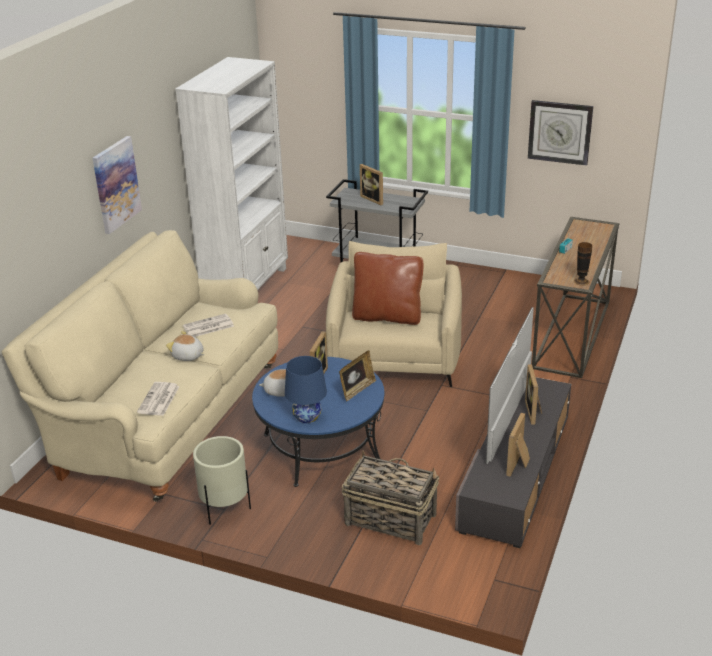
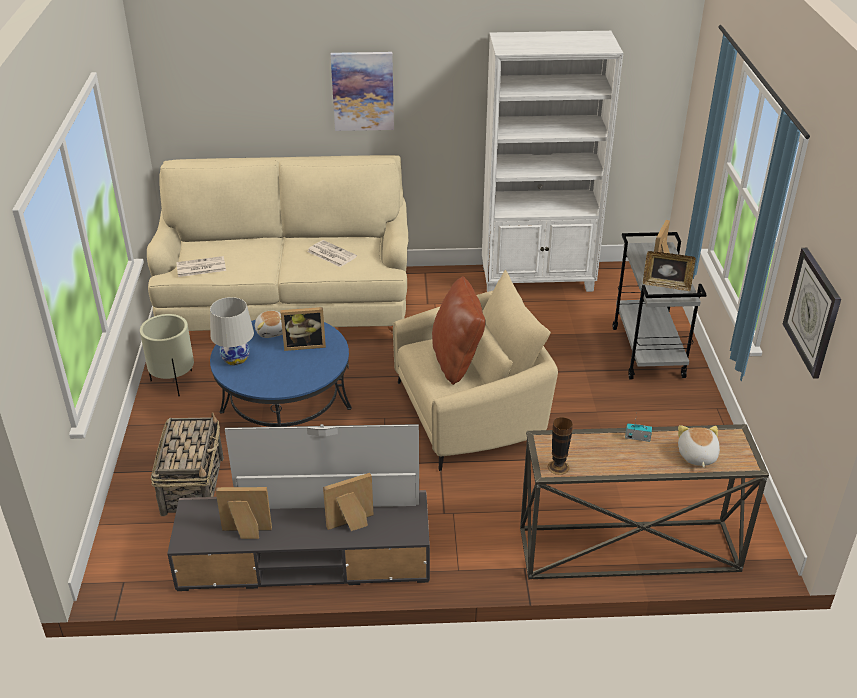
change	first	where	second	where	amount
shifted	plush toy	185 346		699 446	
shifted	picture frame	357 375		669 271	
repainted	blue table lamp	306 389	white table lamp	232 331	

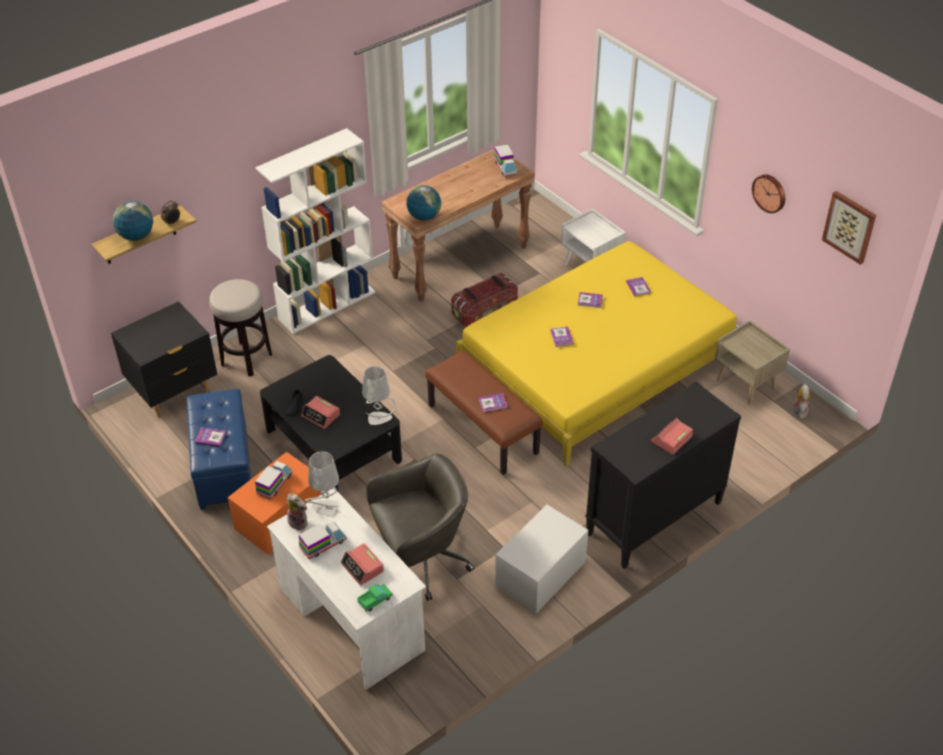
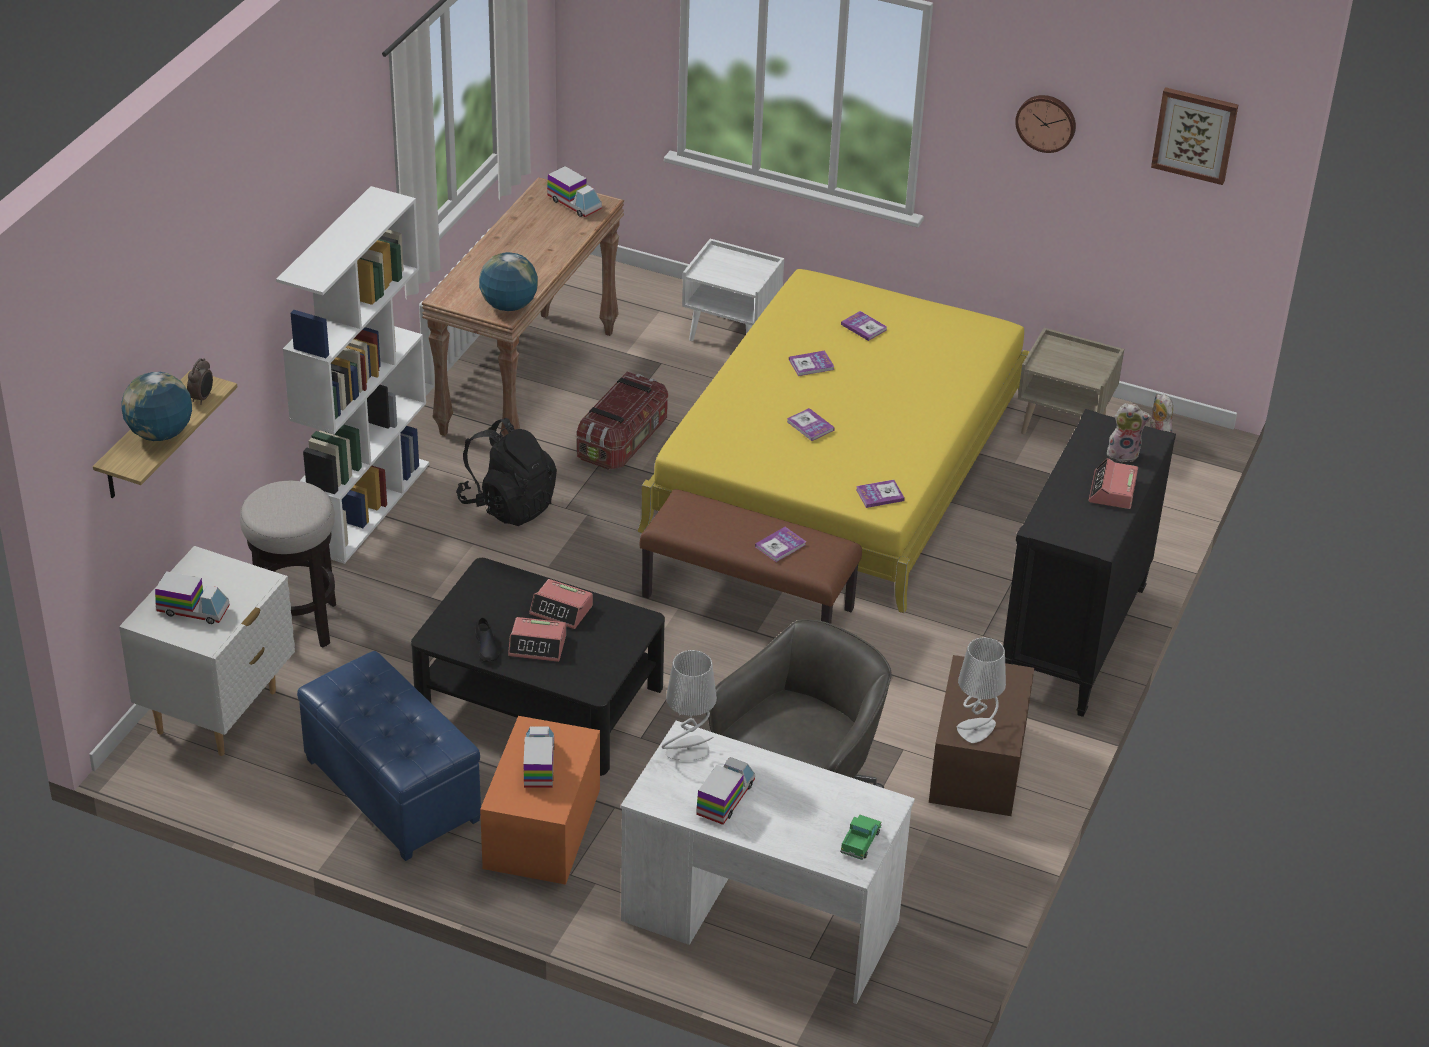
change	first	where	second	where	amount
repainted	black nightstand	164 359	white nightstand	207 651	
shifted	grey table lamp	379 395		981 690	
shifted	book	210 437		880 494	
shifted	plush toy	297 512		1129 432	
repainted	white storage box	541 559	brown storage box	981 735	
shifted	alarm clock	362 564		561 604	
new			black backpack	506 472	
new			toy truck	192 597	

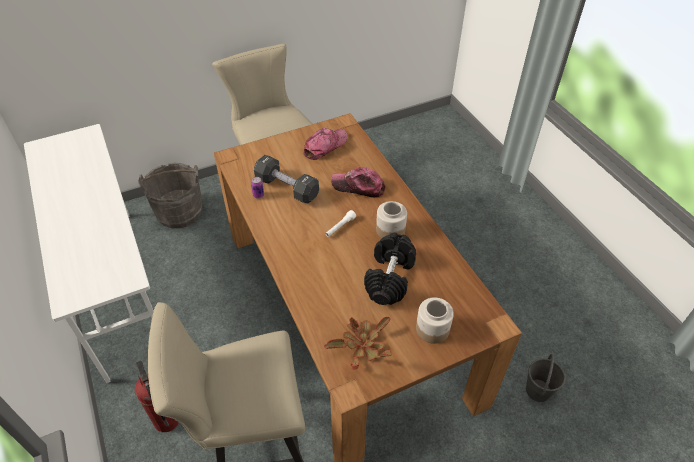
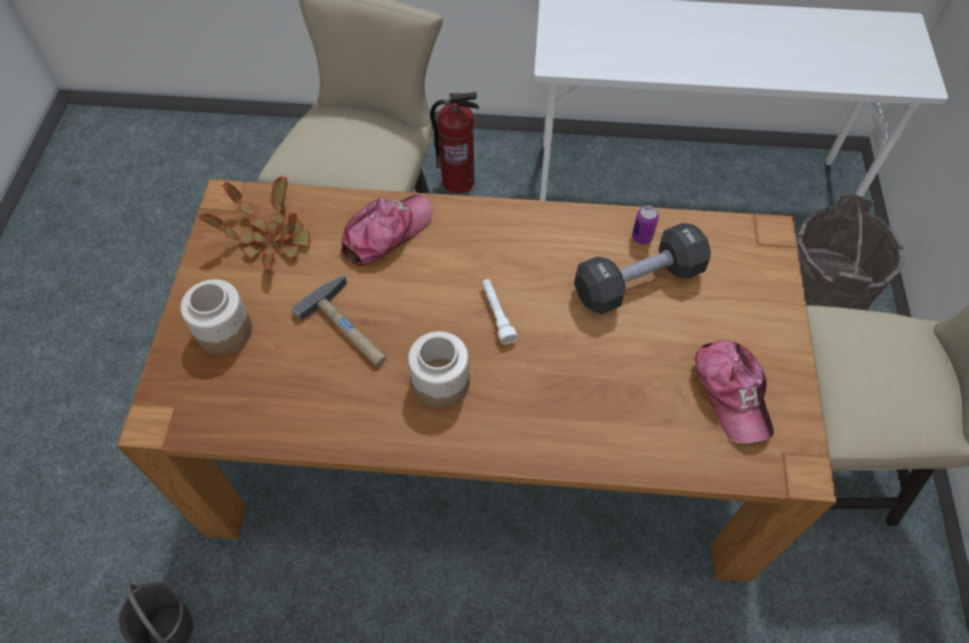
change	first	where	second	where	amount
shifted	cap	358 182		387 230	
swapped	black dumbbell	390 269	hammer	339 320	

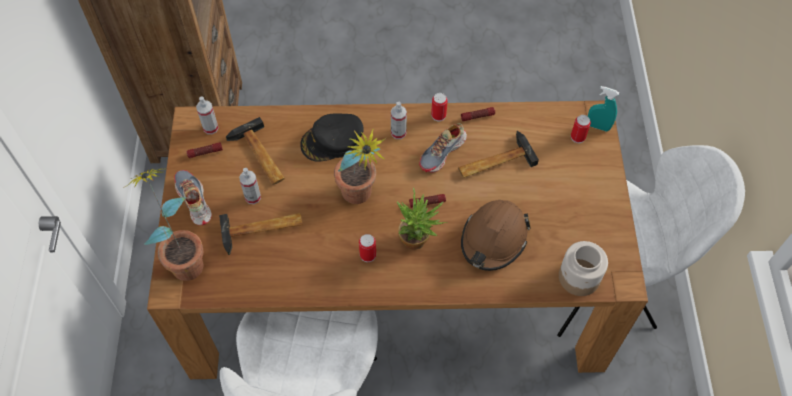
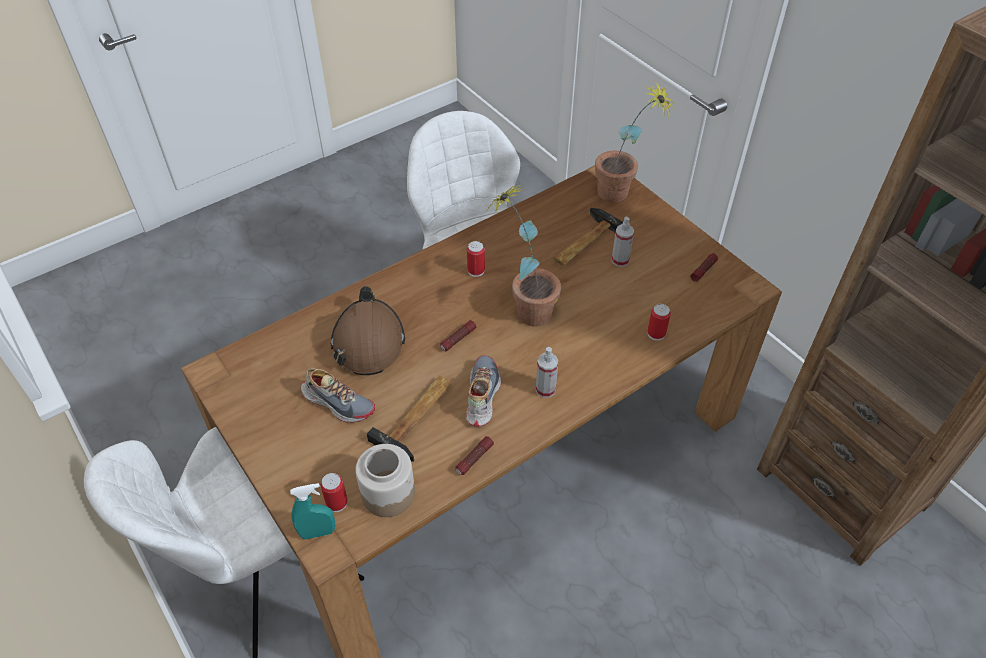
change	first	where	second	where	amount
shifted	can	439 107		659 322	
gone	spray bottle	207 115			
gone	black cap	332 137			
gone	hammer	255 151			
shifted	shoe	193 197		338 396	
gone	potted plant	422 218			
shifted	jar	583 268		385 480	

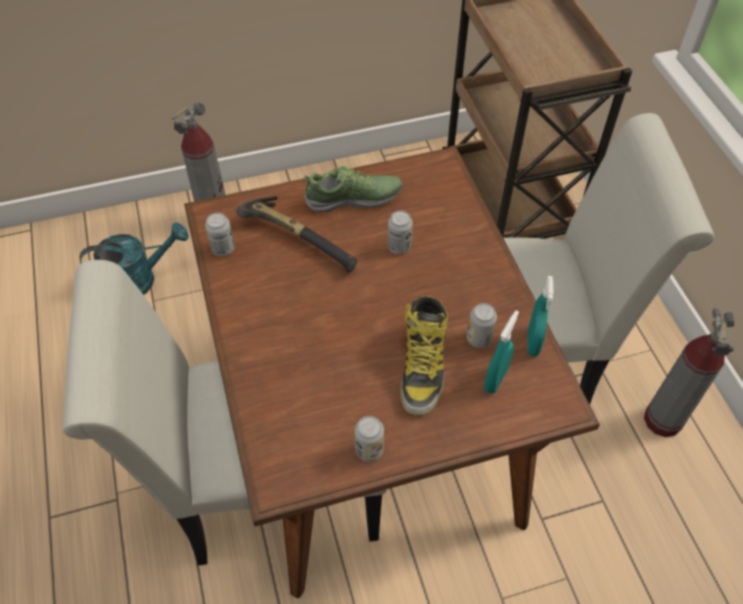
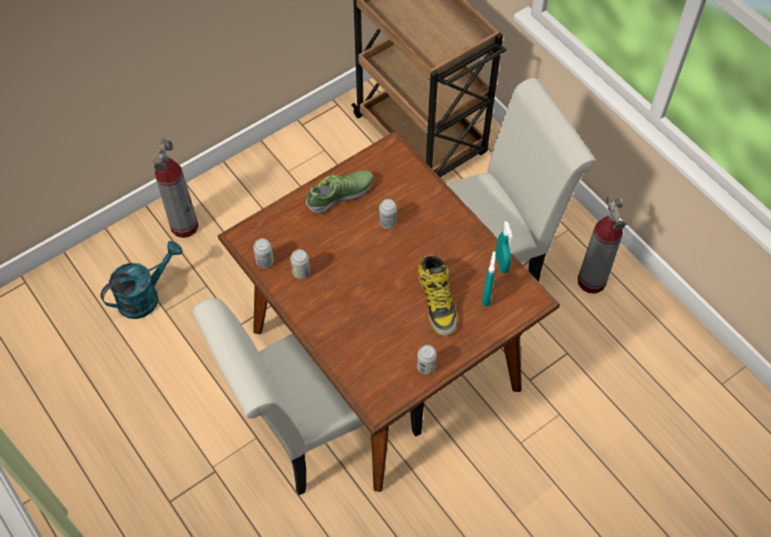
change	first	where	second	where	amount
gone	hammer	296 234			
shifted	can	482 325		300 264	

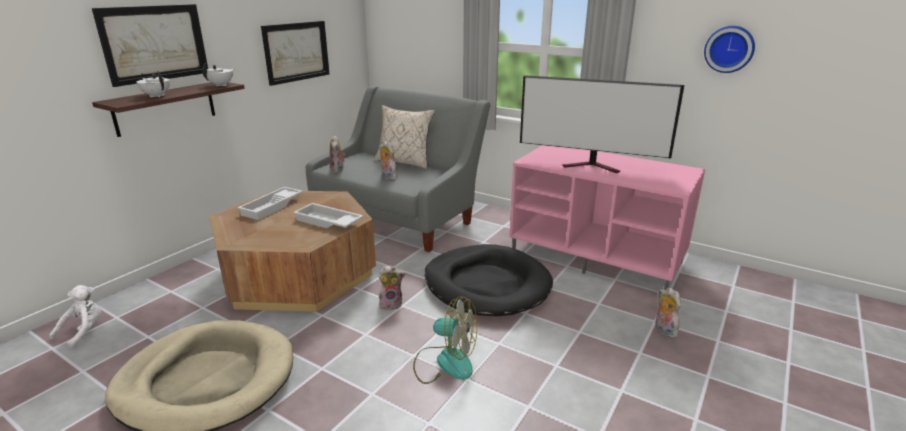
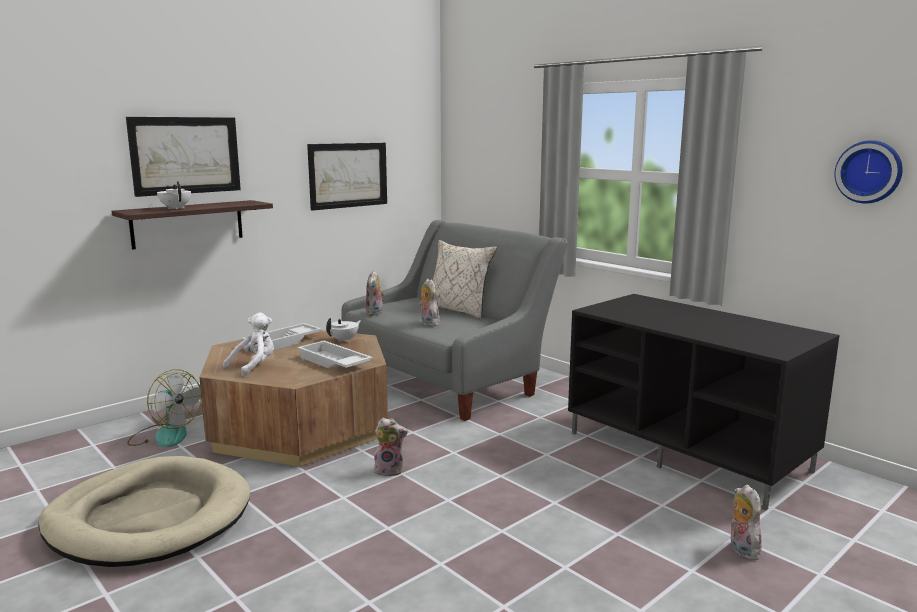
change	first	where	second	where	amount
shifted	white teapot	218 75		343 330	
gone	television	602 124			
repainted	pink tv stand	607 217	black tv stand	704 402	
gone	black dog bed	488 280			
shifted	white plush toy	75 316		248 344	
shifted	fan	445 340		164 408	

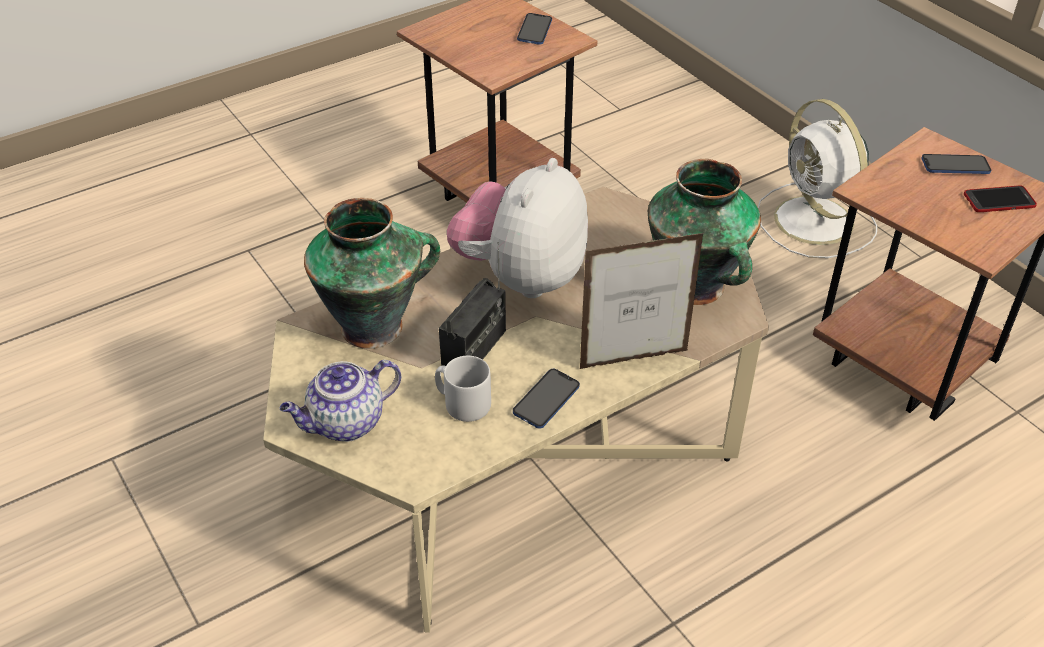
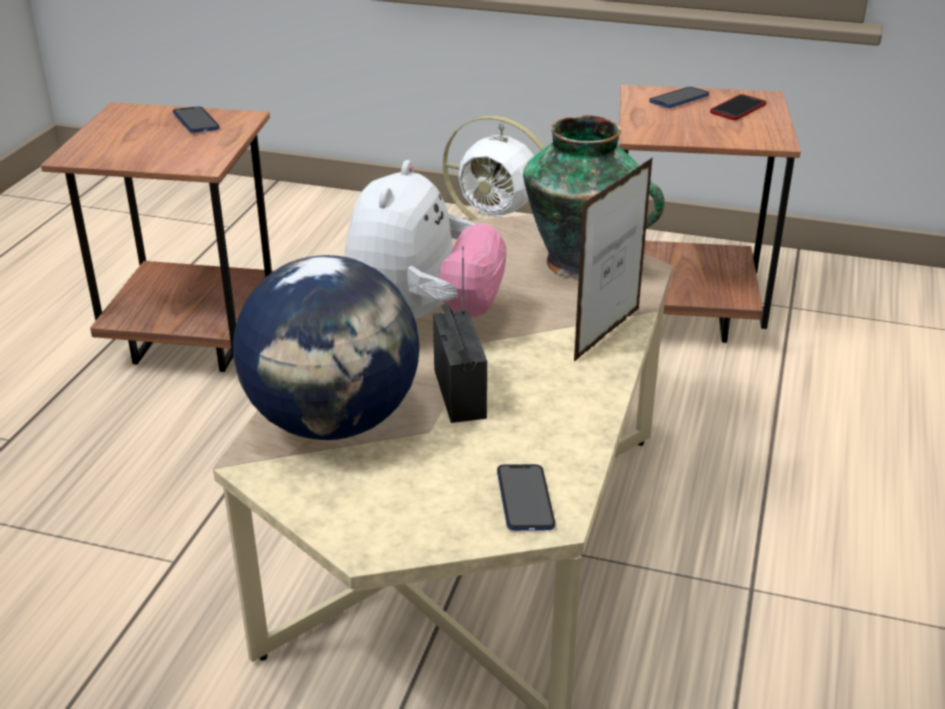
change	first	where	second	where	amount
rotated	plush toy	517 228		426 239	150 degrees counterclockwise
swapped	vase	372 273	globe	326 347	
gone	grey mug	463 389			
gone	teapot	340 401			
shifted	phone	546 399		526 497	

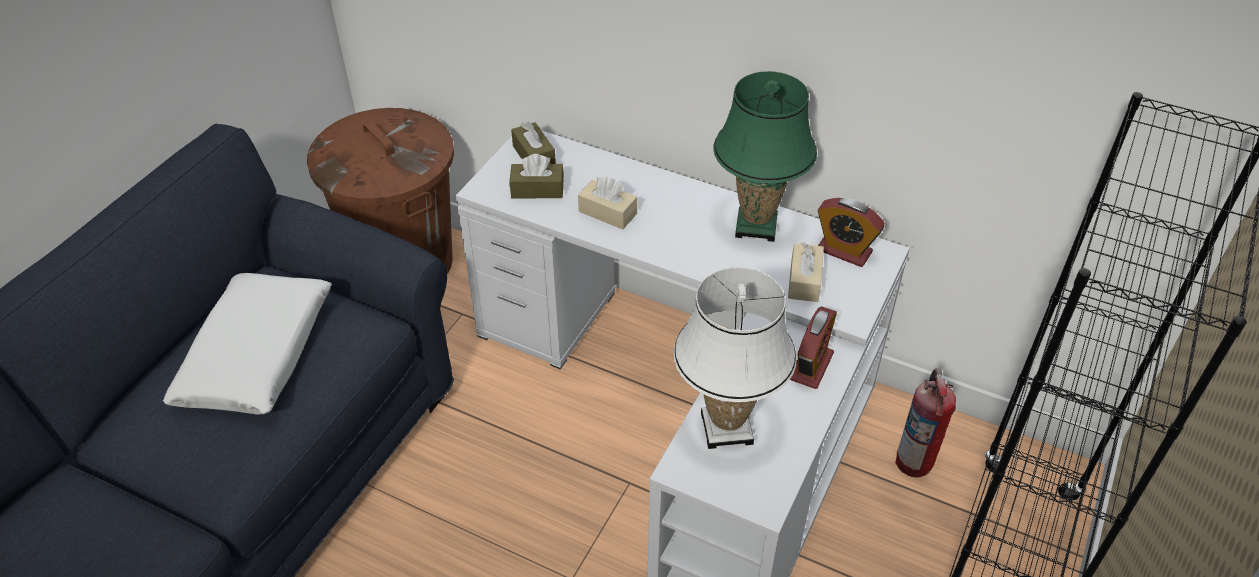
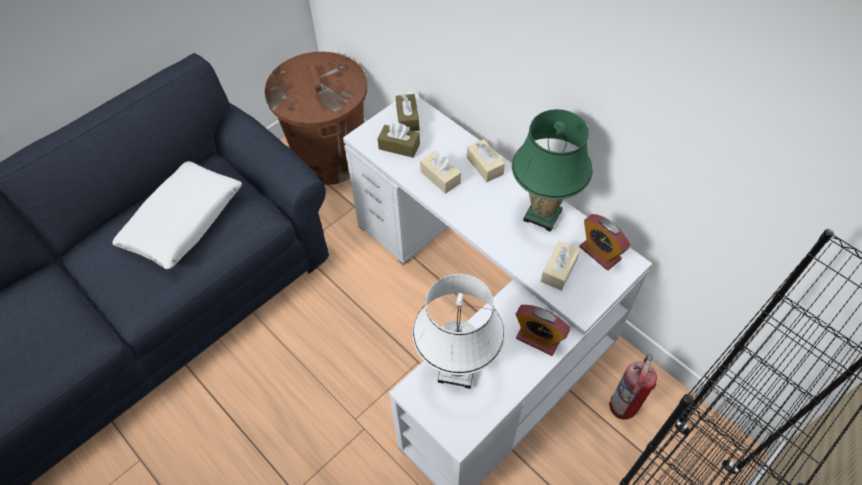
change	first	where	second	where	amount
rotated	alarm clock	813 347		543 330	75 degrees clockwise
new			beige tissue box	486 160	

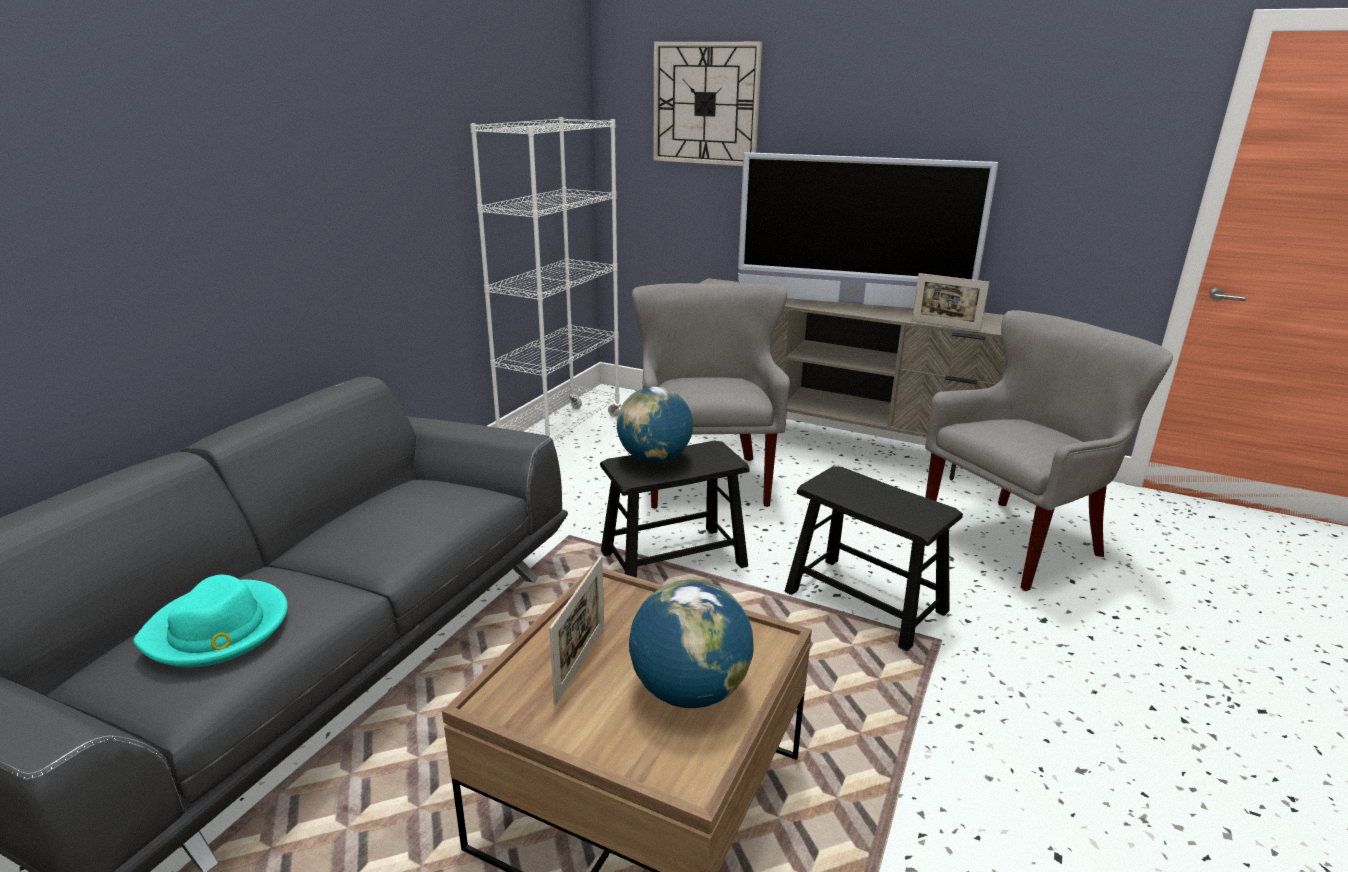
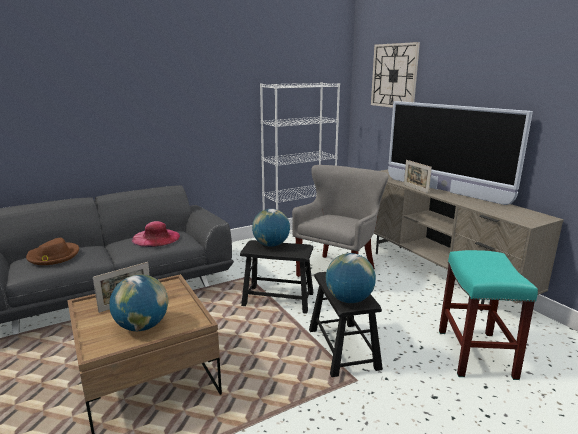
change	first	where	second	where	amount
shifted	picture frame	950 302		418 176	
swapped	grey armchair	1049 450	turquoise stool	488 315	
repainted	turquoise hat	210 621	brown hat	52 251	
new			pink hat	156 234	
new			globe	351 278	

